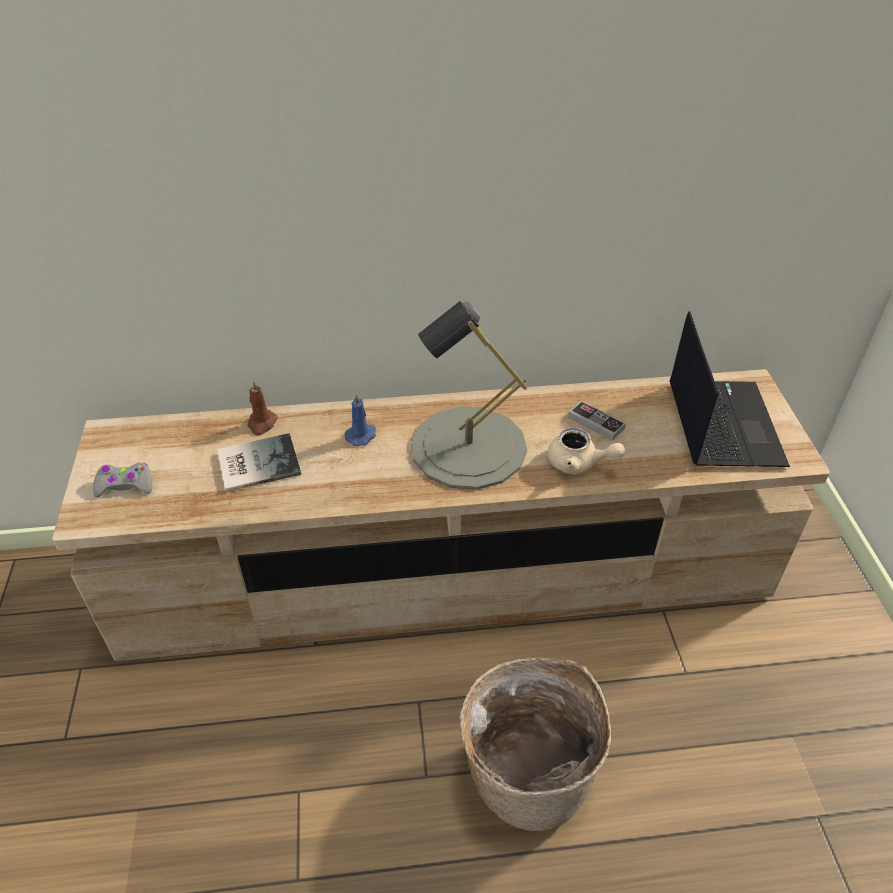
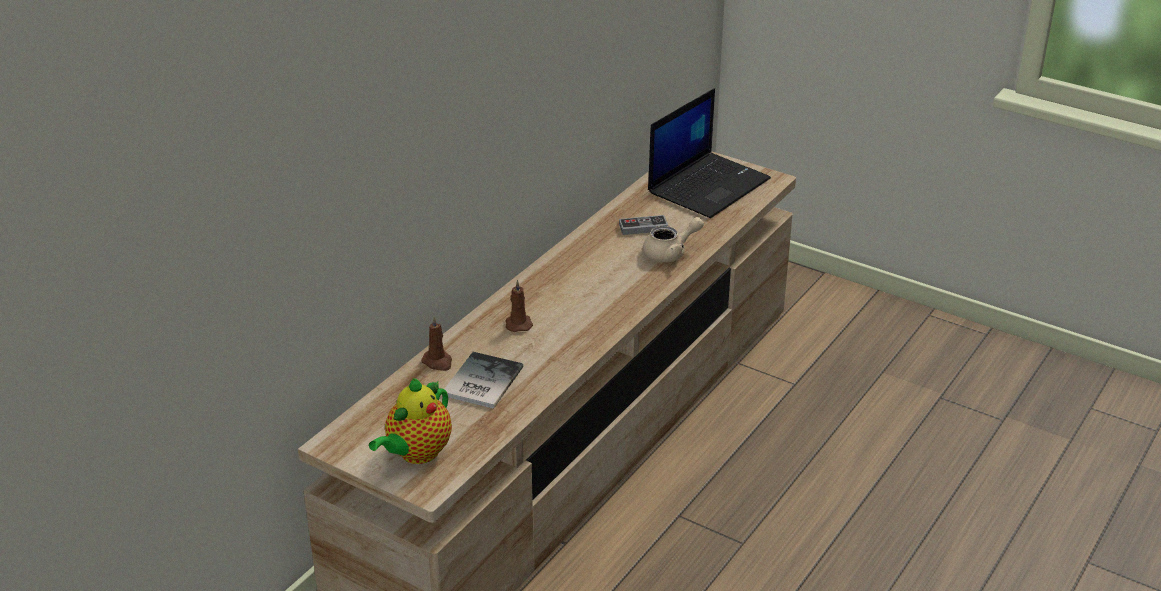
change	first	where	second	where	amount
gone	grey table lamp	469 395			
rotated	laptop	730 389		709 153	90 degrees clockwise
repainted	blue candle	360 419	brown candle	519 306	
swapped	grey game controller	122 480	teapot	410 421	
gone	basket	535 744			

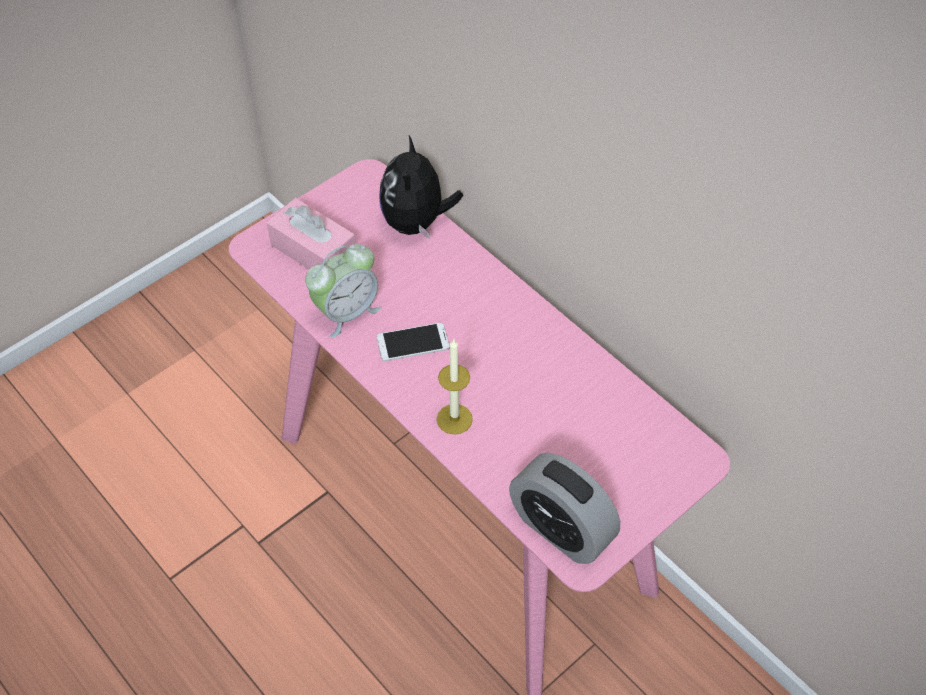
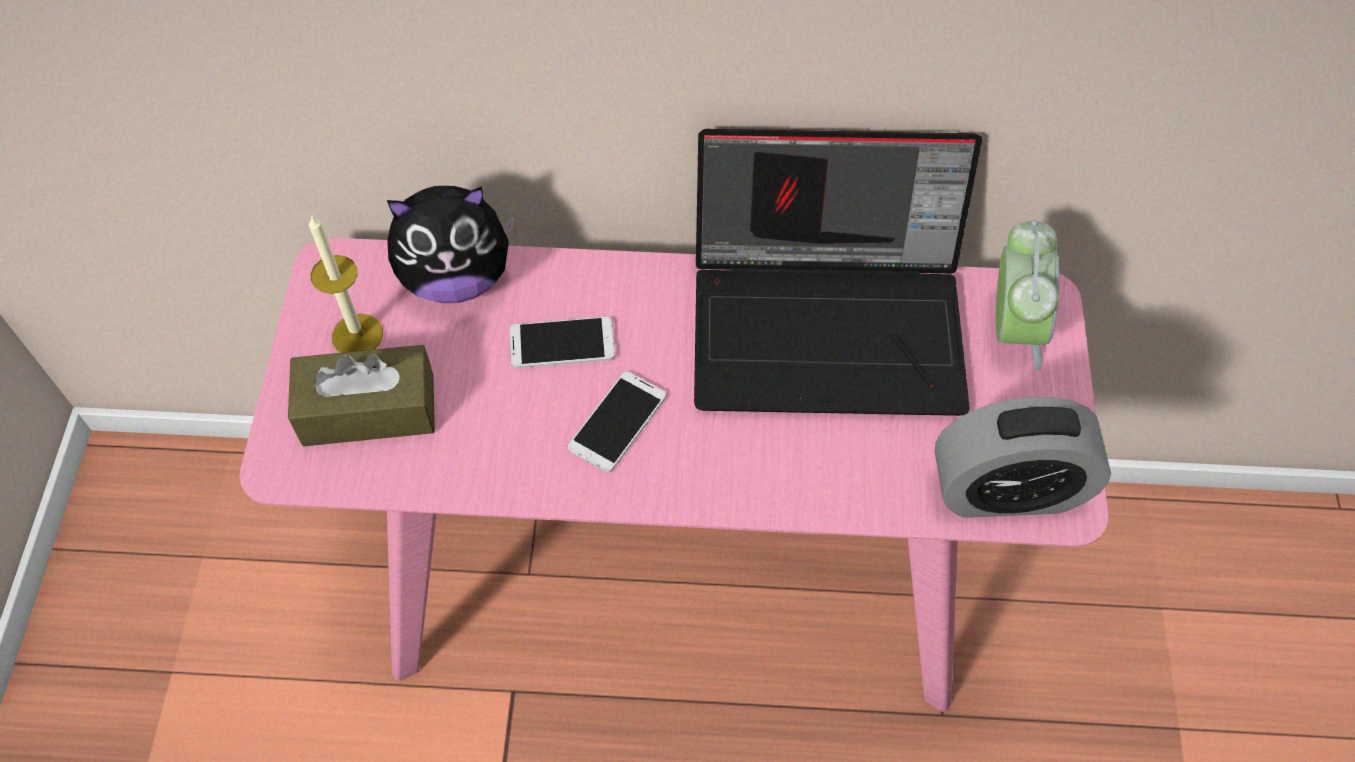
change	first	where	second	where	amount
rotated	plush toy	421 187		451 244	60 degrees counterclockwise
repainted	pink tissue box	311 233	brown tissue box	361 396	
shifted	alarm clock	343 291		1027 295	
shifted	candle	455 387		346 283	
new			laptop	838 272	
new			phone	562 342	

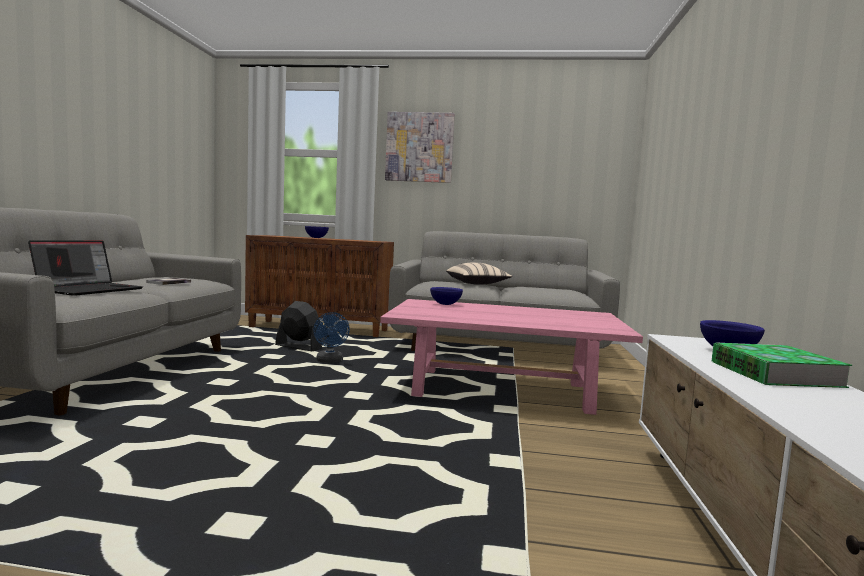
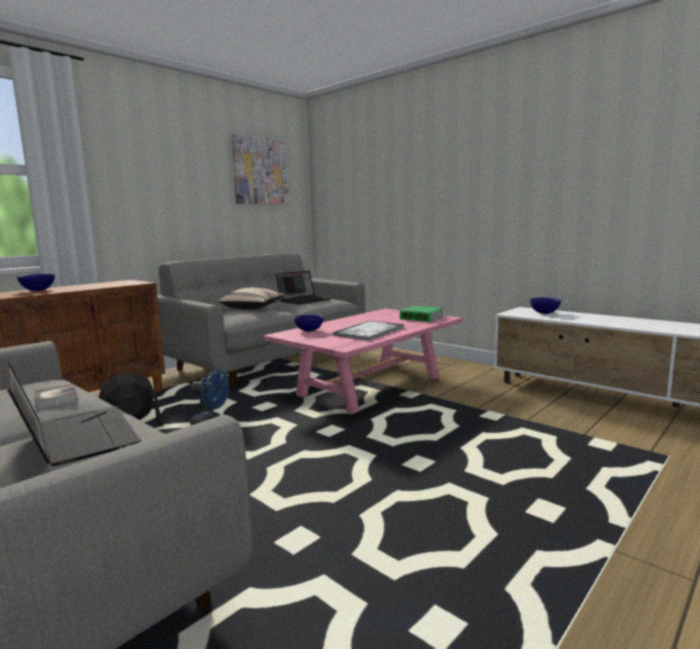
change	first	where	second	where	amount
shifted	picture	420 147		260 169	
shifted	book	782 365		421 314	
new			laptop	303 288	
new			tray	368 331	

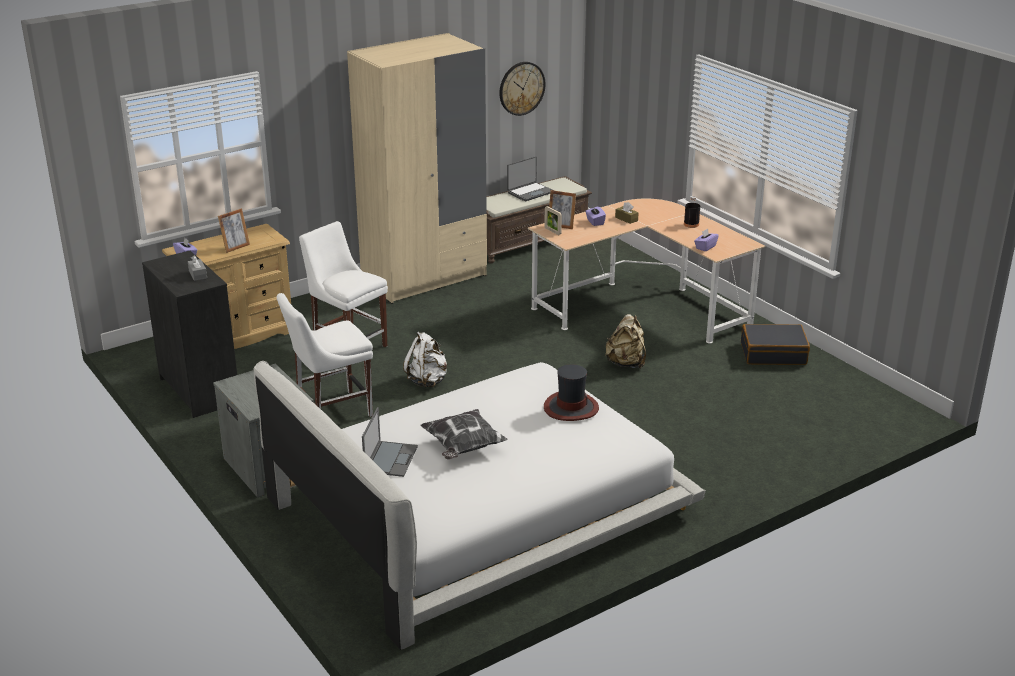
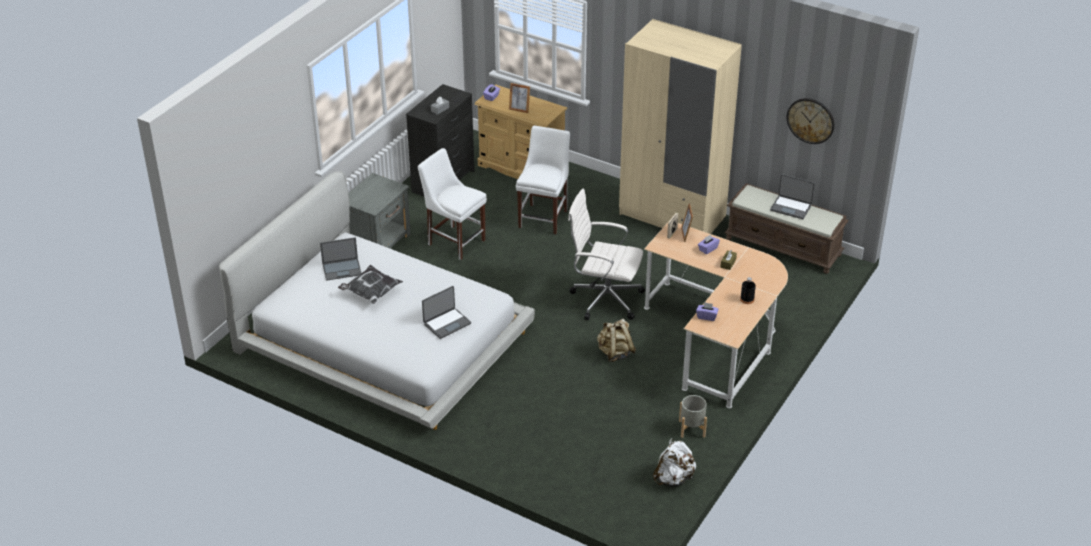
change	first	where	second	where	amount
swapped	black suitcase	775 344	grey planter	693 416	
shifted	white backpack	425 359		674 462	
swapped	hat	571 392	laptop	446 312	
new			white office chair	606 254	

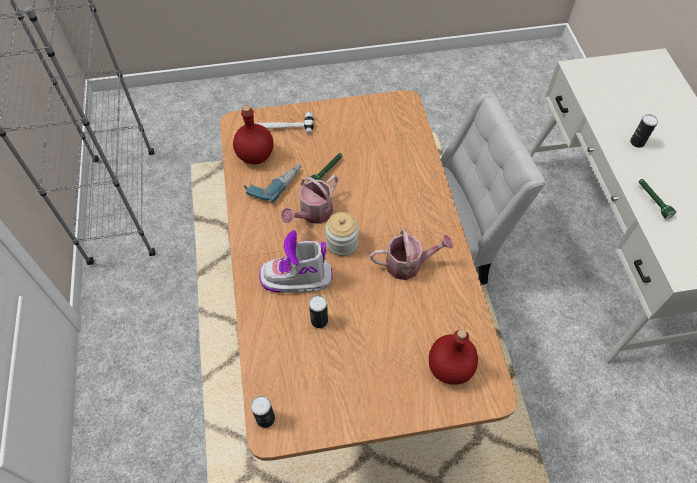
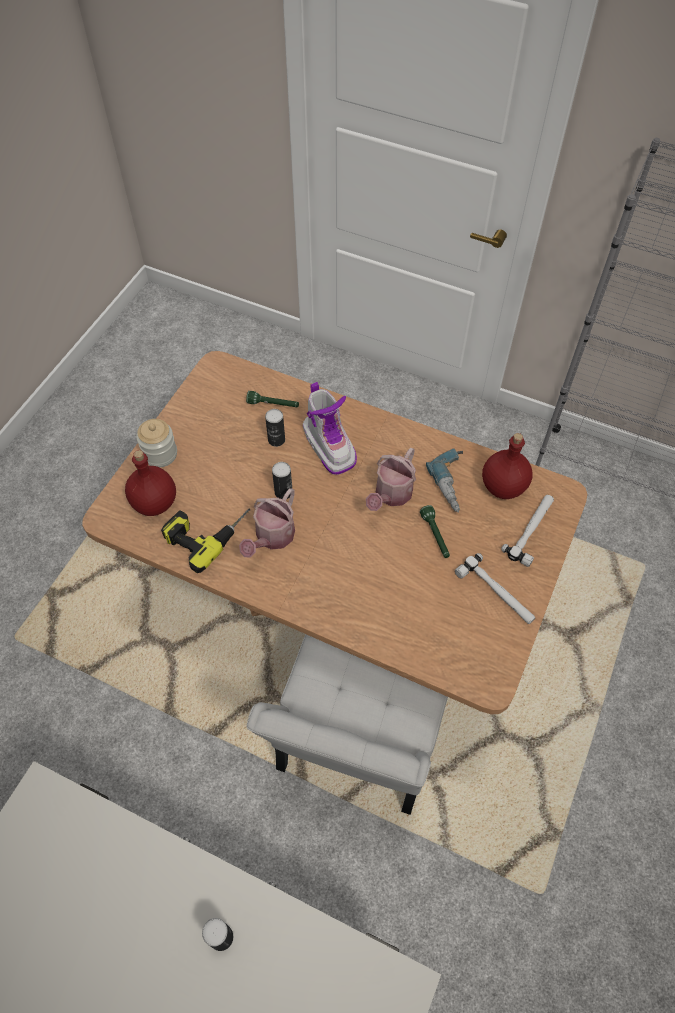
change	first	where	second	where	amount
rotated	watering can	309 199		391 479	135 degrees counterclockwise
shifted	green flashlight	657 199		272 399	
shifted	jar	342 234		156 443	
rotated	boot	296 261		330 428	120 degrees clockwise
shifted	can	263 412		282 480	
new			power drill	205 541	
new			hammer	495 588	

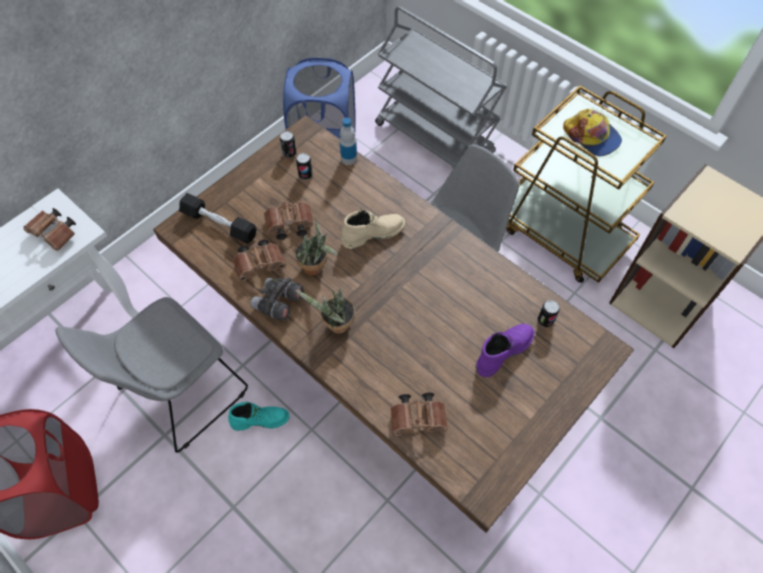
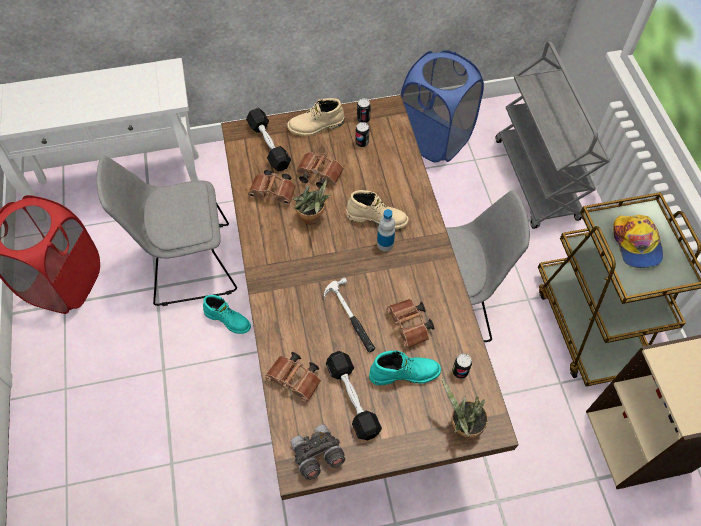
change	first	where	second	where	amount
shifted	bottle	348 141		386 230	
shifted	brown binoculars	49 229		410 323	
shifted	grey binoculars	277 299		318 452	
shifted	potted plant	325 311		465 408	
repainted	purple boot	505 350	turquoise boot	405 368	
new			beige boot	315 117	
new			hammer	349 314	
new			black dumbbell	354 395	

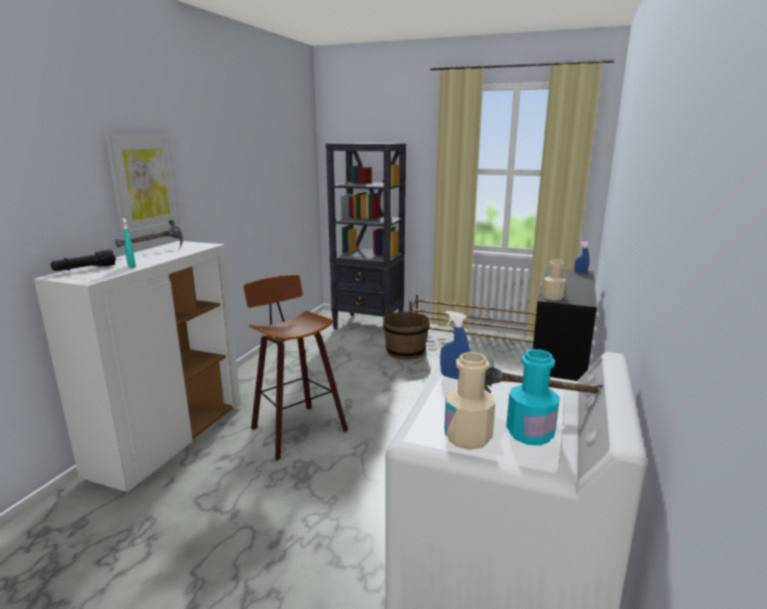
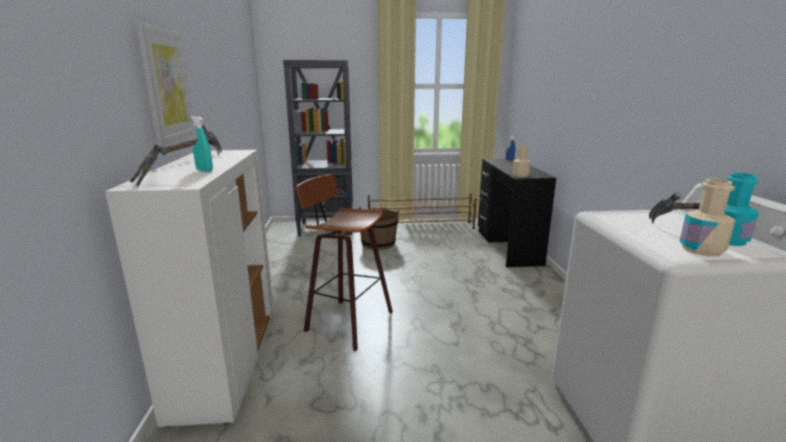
change	first	where	second	where	amount
swapped	black flashlight	83 260	hammer	146 165	
gone	blue spray bottle	455 345			

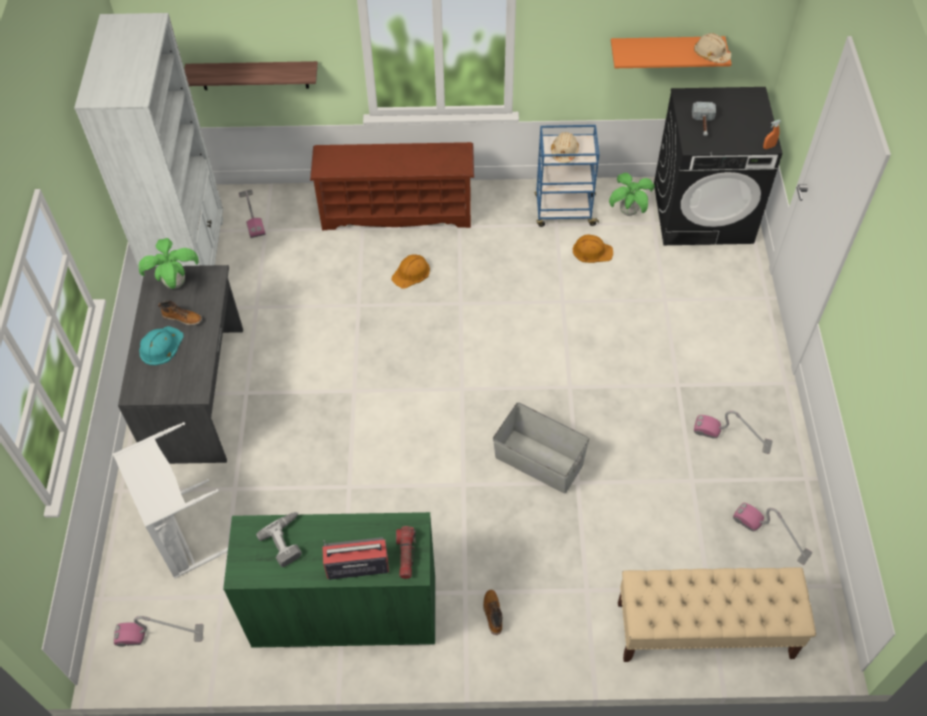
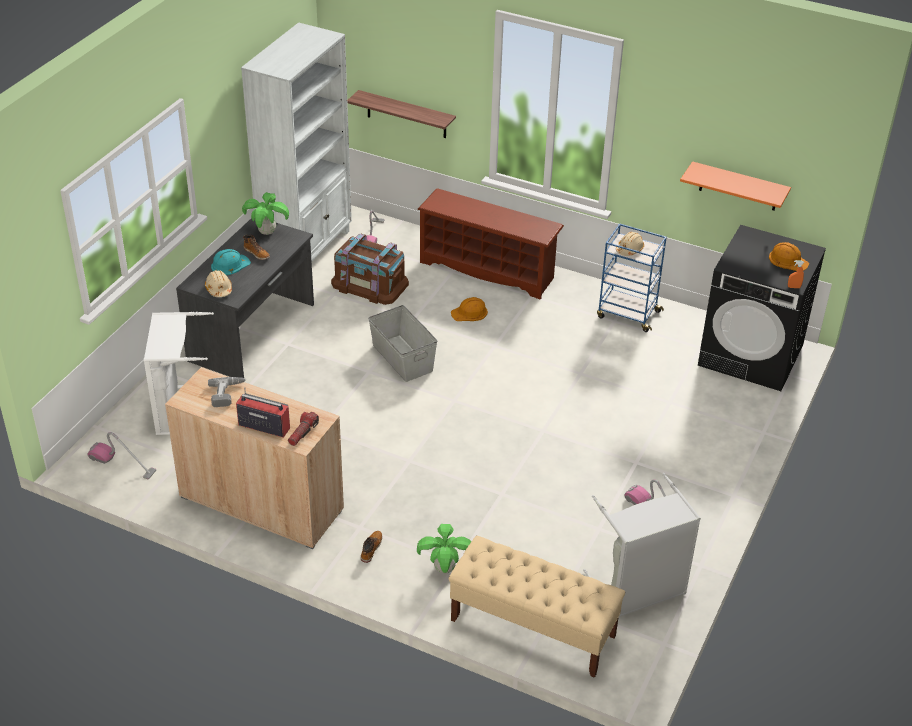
change	first	where	second	where	amount
shifted	beige hard hat	712 48		218 283	
gone	hammer	704 119			
shifted	potted plant	632 194		444 549	
shifted	orange hard hat	593 248		789 256	
shifted	grey storage box	541 448		402 343	
swapped	vacuum cleaner	772 534	grey laundry basket	642 545	
repainted	green cabinet	329 580	beige cabinet	254 458	
new			brown storage box	370 269	

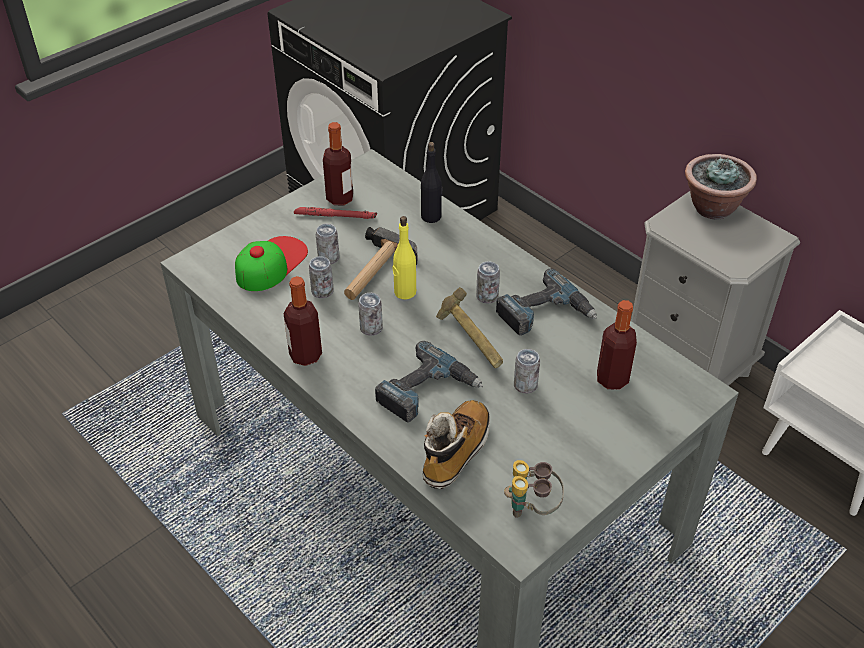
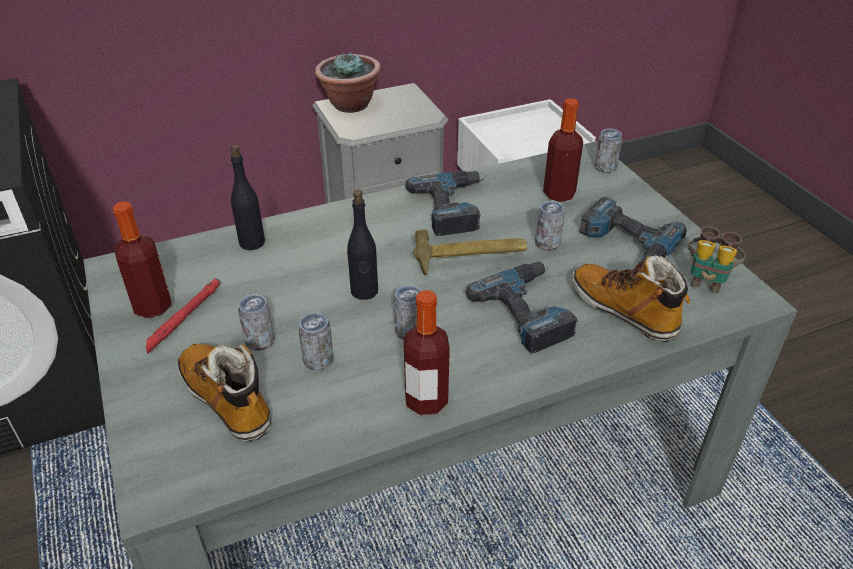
change	first	where	second	where	amount
repainted	yellow bottle	404 257	black bottle	362 245	
gone	hammer	380 263			
swapped	cap	271 263	boot	225 393	
shifted	can	488 282		608 150	
new			power drill	633 230	

